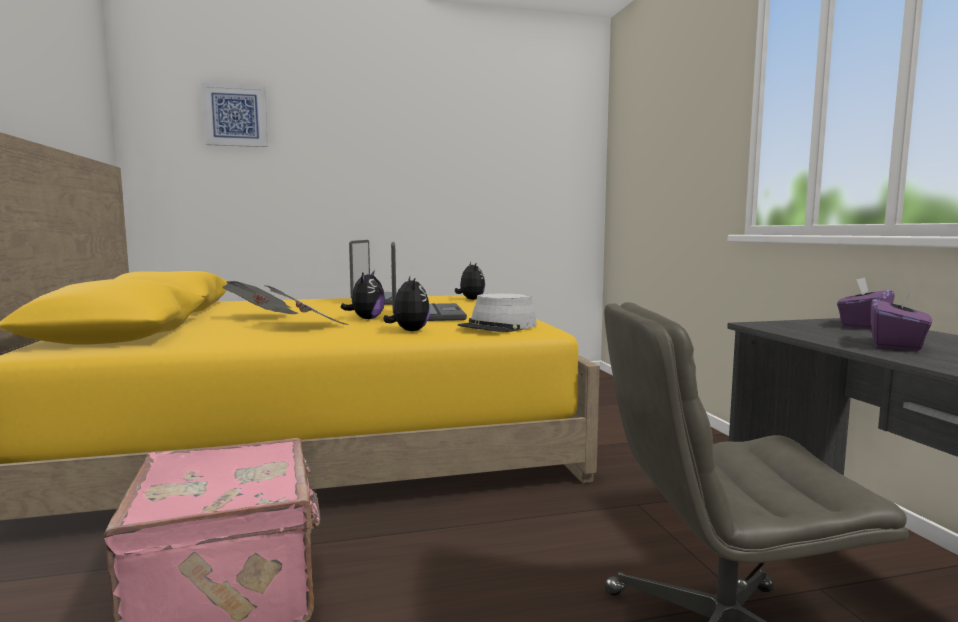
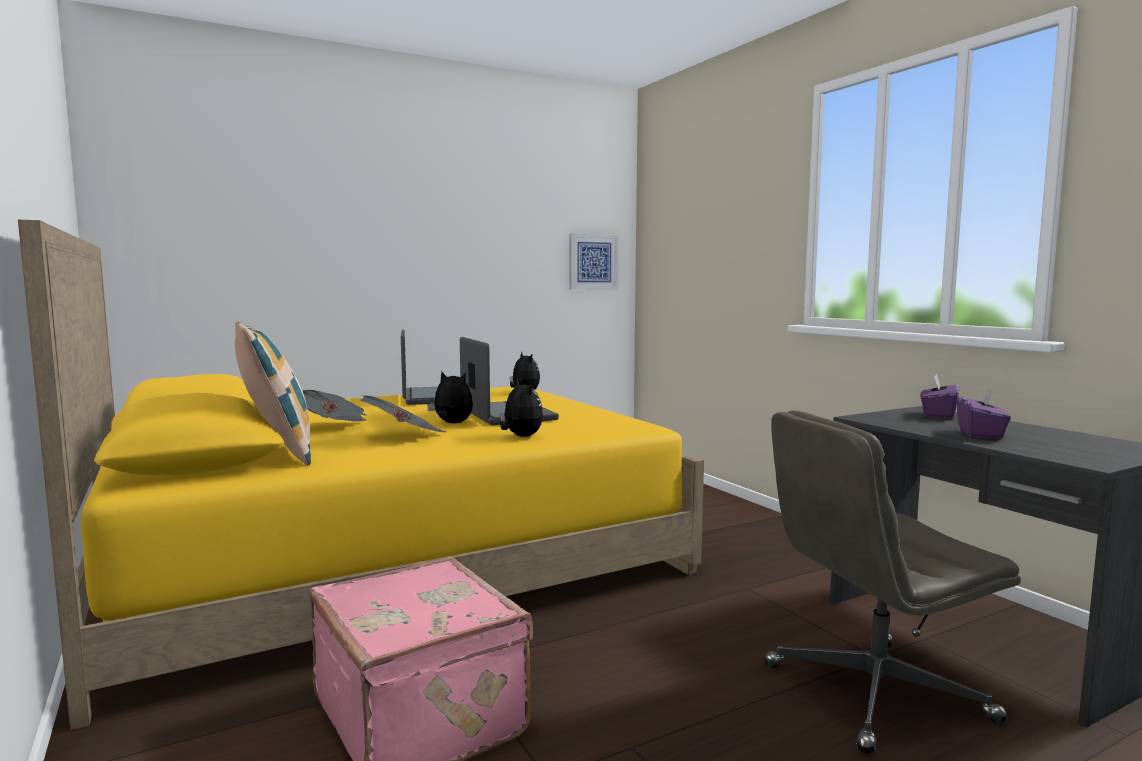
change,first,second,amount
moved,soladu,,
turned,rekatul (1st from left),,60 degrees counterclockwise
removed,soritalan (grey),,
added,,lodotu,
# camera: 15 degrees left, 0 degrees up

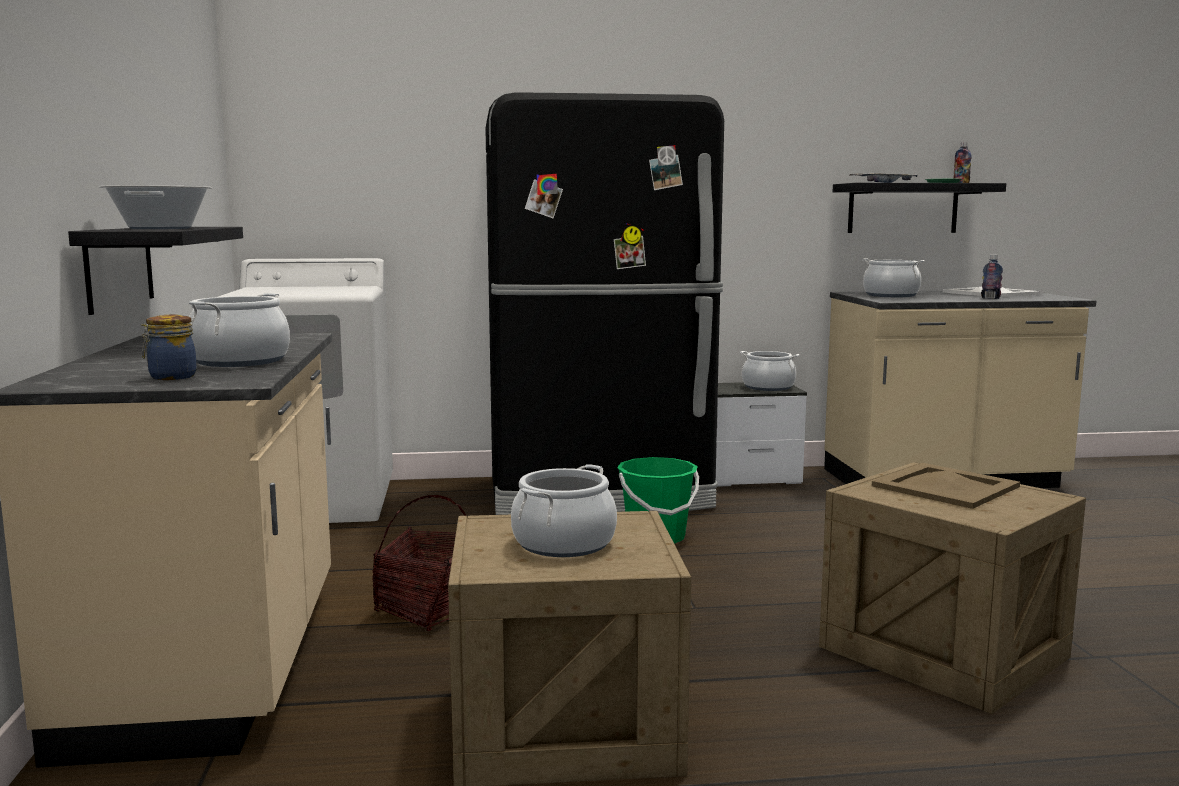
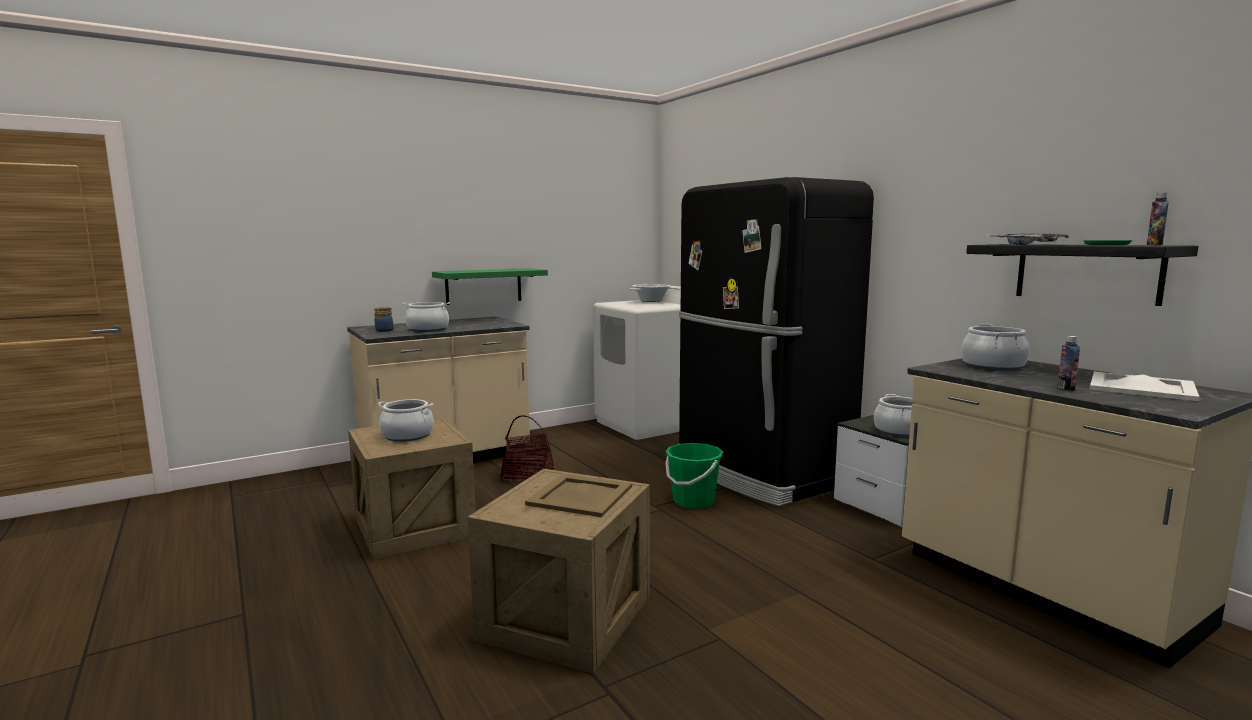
change,first,second,amount
recoloured,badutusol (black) (1st from left),badutusol (green),
moved,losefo (1st from left in the first image),losefo (3rd from left),
# camera: 65 degrees right, 0 degrees up

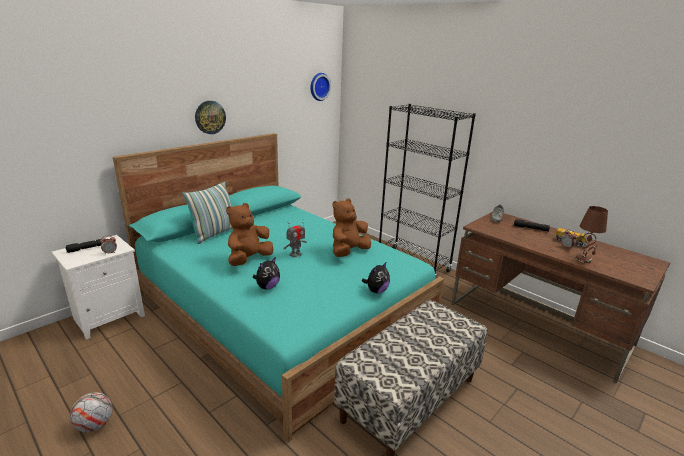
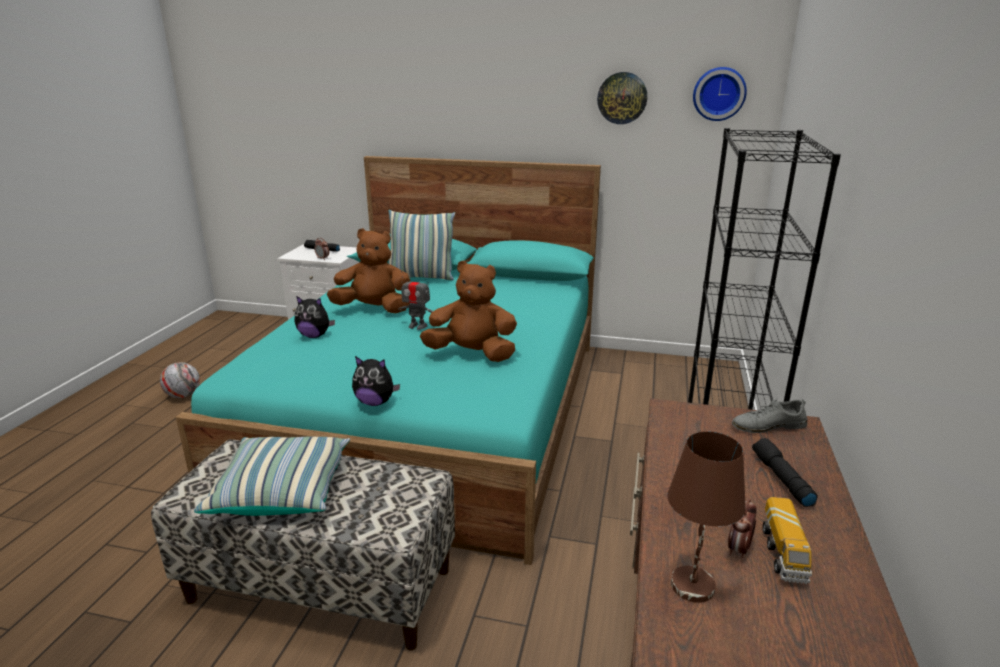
change,first,second,amount
moved,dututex (1st from left),,
added,,lodotu (1st from left),
# camera: 60 degrees right, 0 degrees up

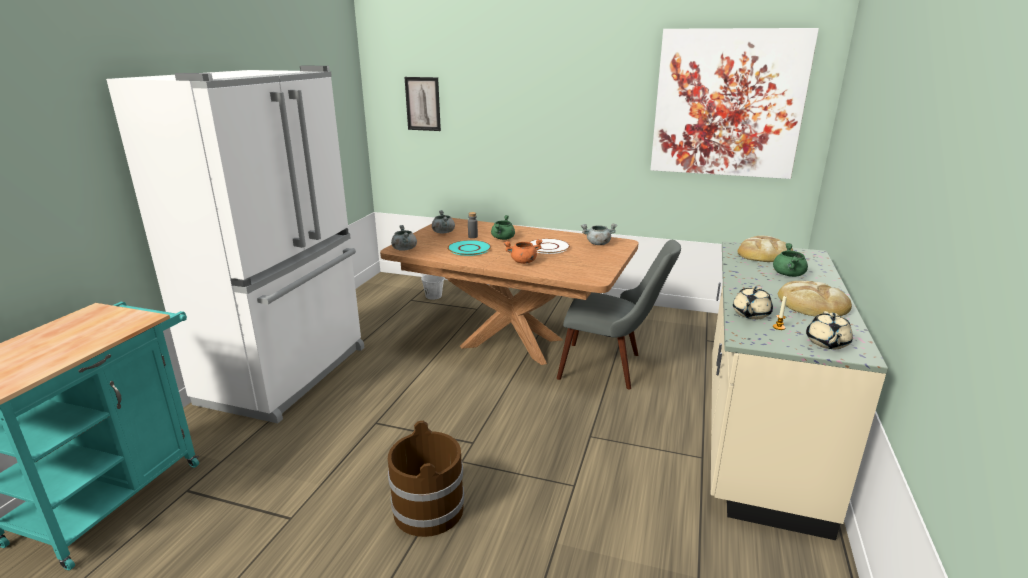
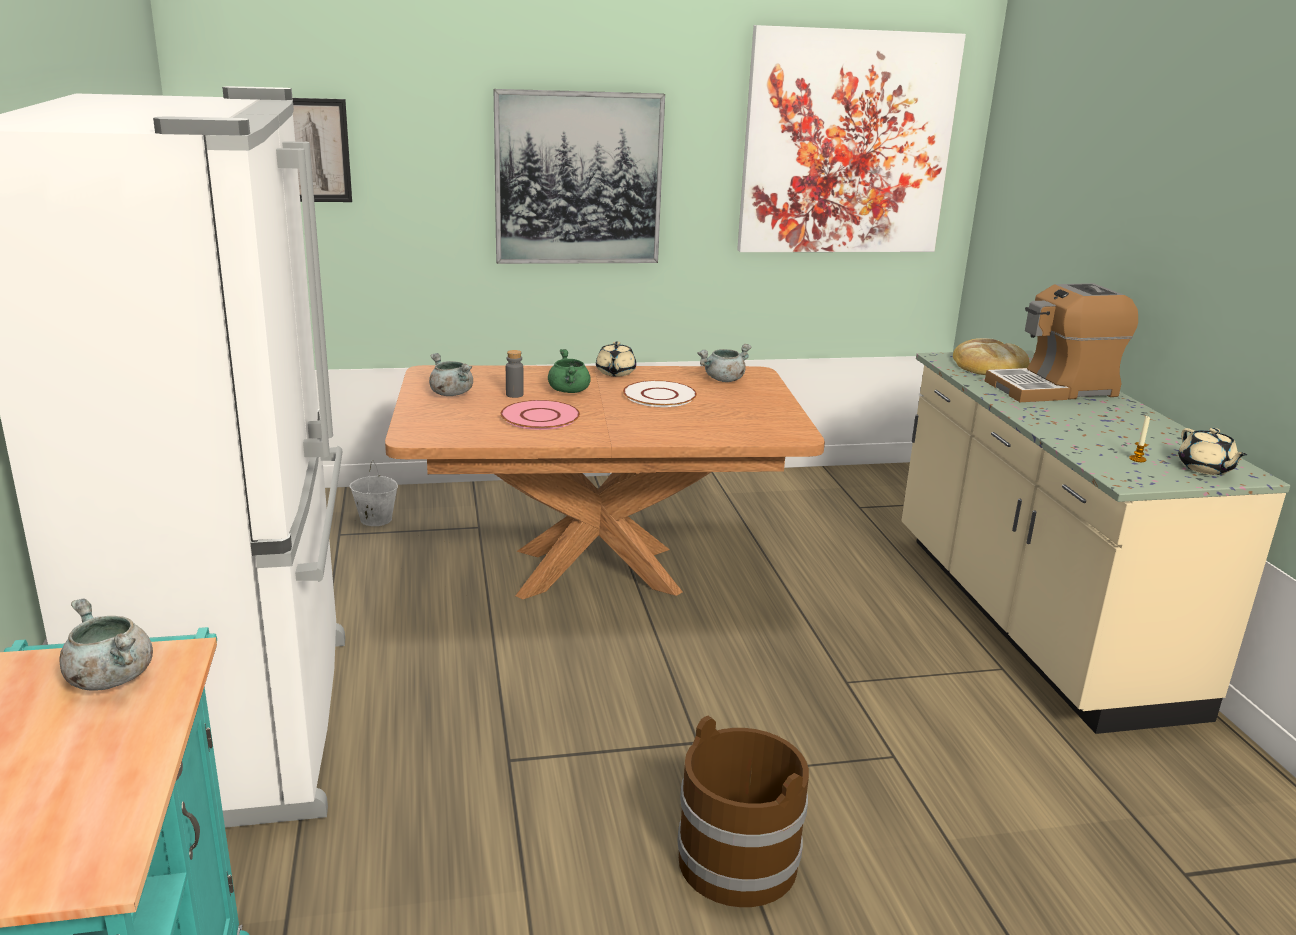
change,first,second,amount
moved,losefo (grey) (1st from left),,
recoloured,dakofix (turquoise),dakofix (pink),
removed,losefo (orange),,
removed,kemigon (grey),,
moved,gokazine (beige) (1st from left),,
replaced,losefo (green) (2nd from left),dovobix,
removed,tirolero (2nd from left),,
added,,soladu (2nd from left),
# camera: 30 degrees left, 0 degrees up

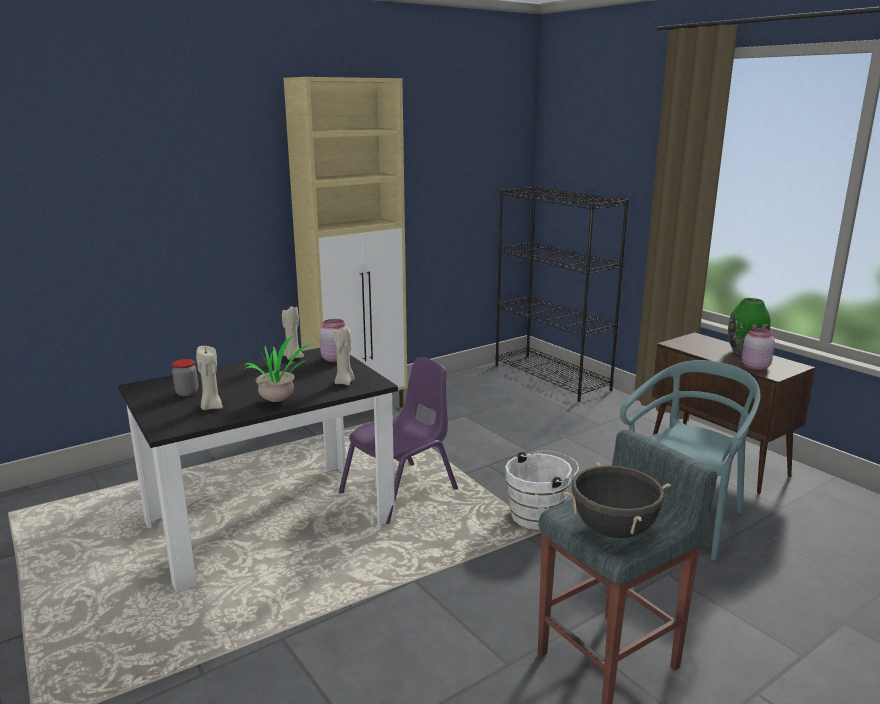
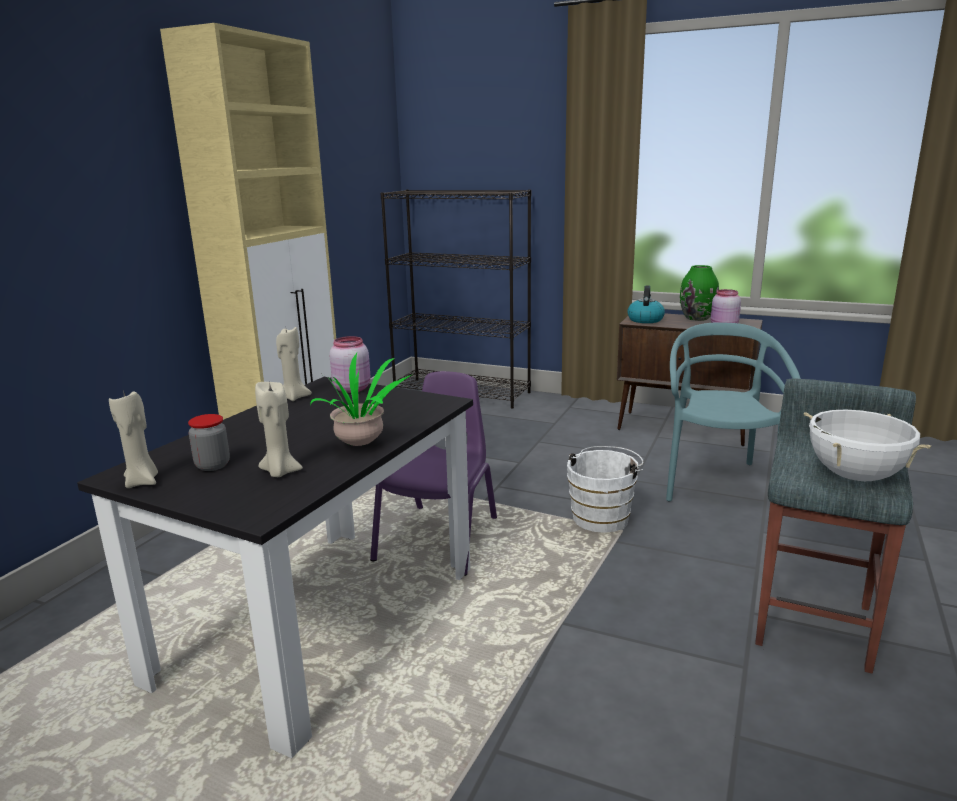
change,first,second,amount
moved,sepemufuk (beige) (3rd from left in the first image),sepemufuk (beige) (1st from left),
recoloured,losefo (black),losefo (white),
added,,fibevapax,
# camera: 30 degrees left, 0 degrees up

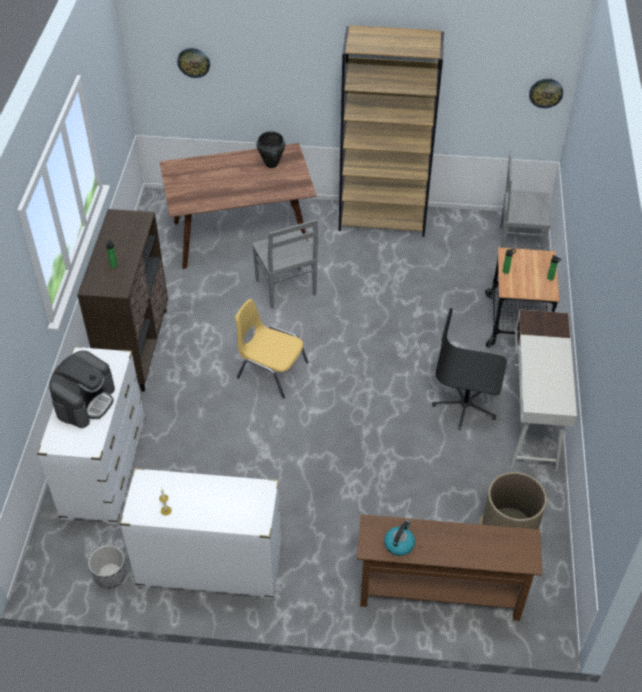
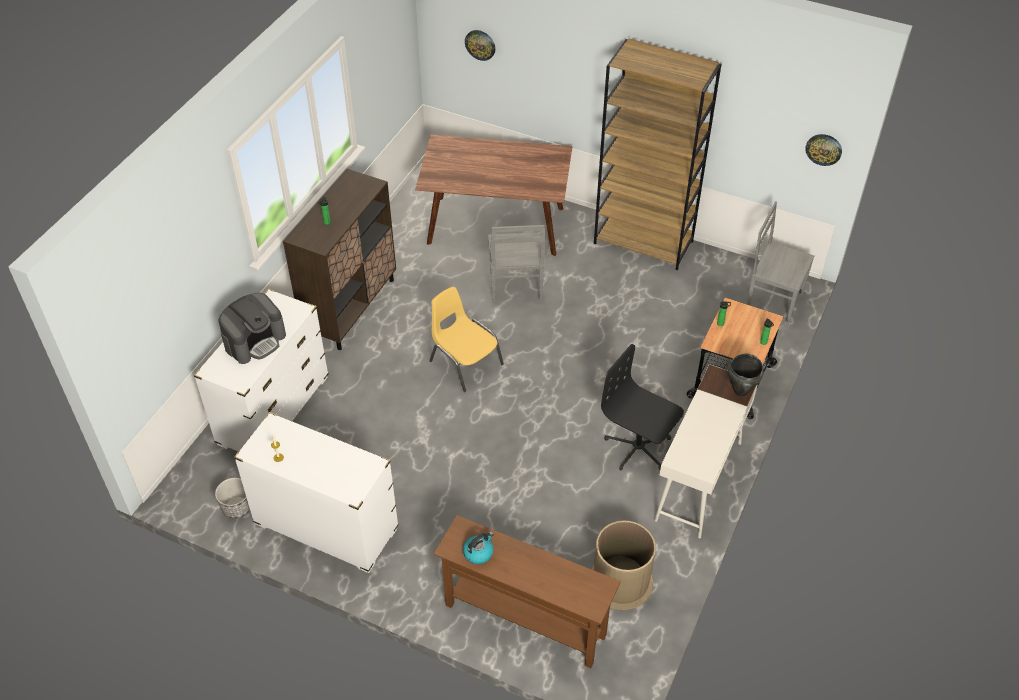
change,first,second,amount
moved,losefo (black),,
# camera: 20 degrees right, 0 degrees up

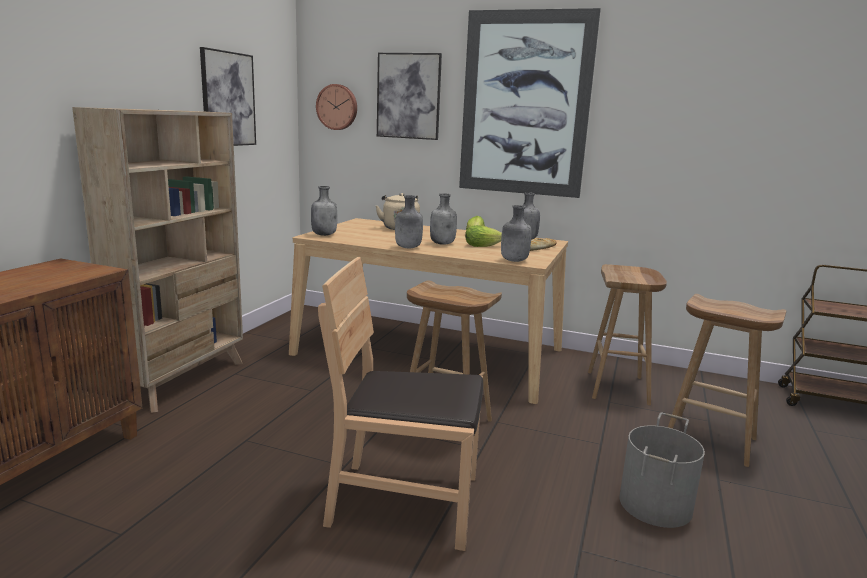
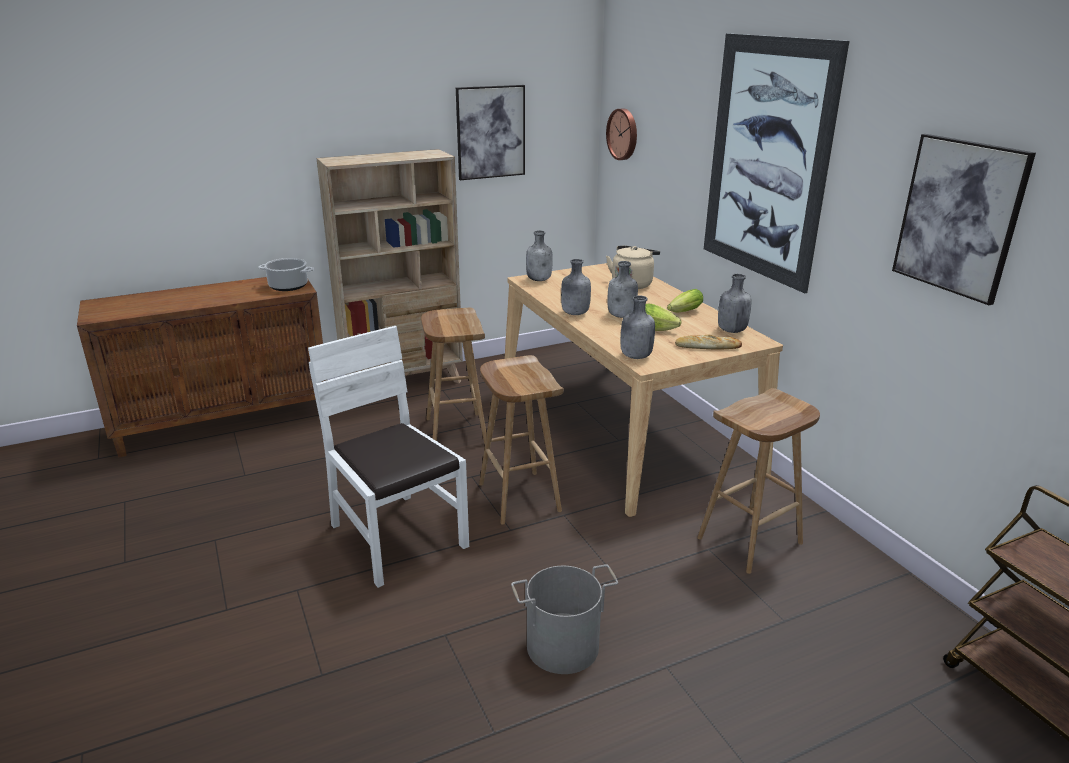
change,first,second,amount
recoloured,kemigon (brown),kemigon (white),
moved,soladu (2nd from left in the first image),soladu (3rd from left),
moved,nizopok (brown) (3rd from left in the first image),nizopok (brown) (1st from left),
added,,losefo,
# camera: 45 degrees right, 10 degrees up

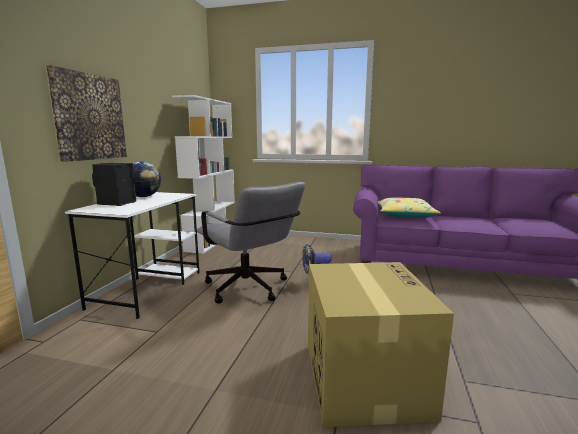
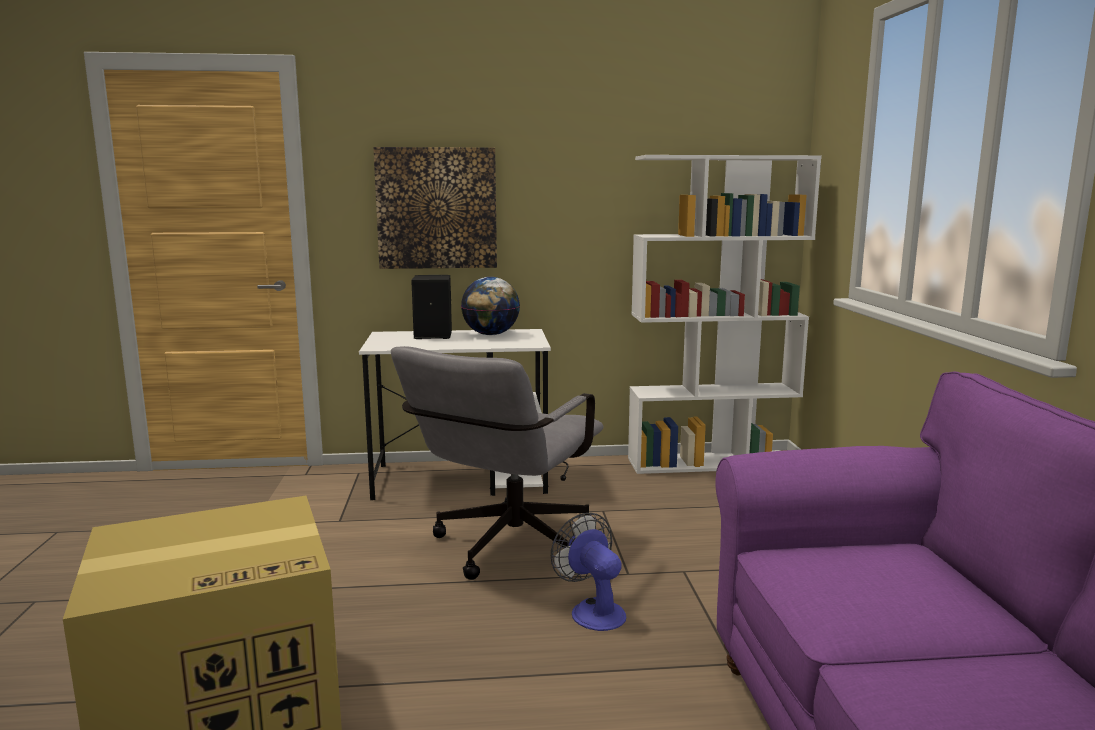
change,first,second,amount
removed,lodotu (yellow),,
# camera: 70 degrees right, 0 degrees up

